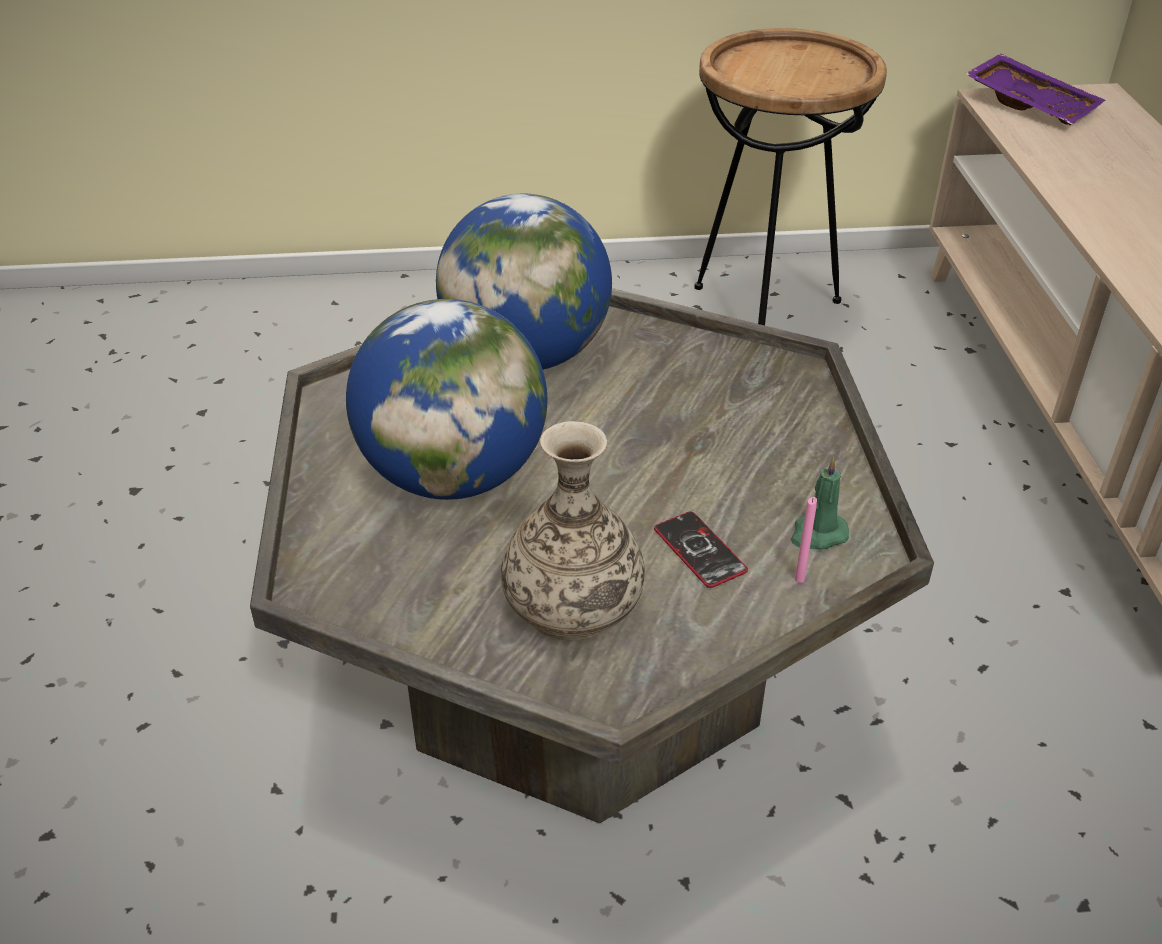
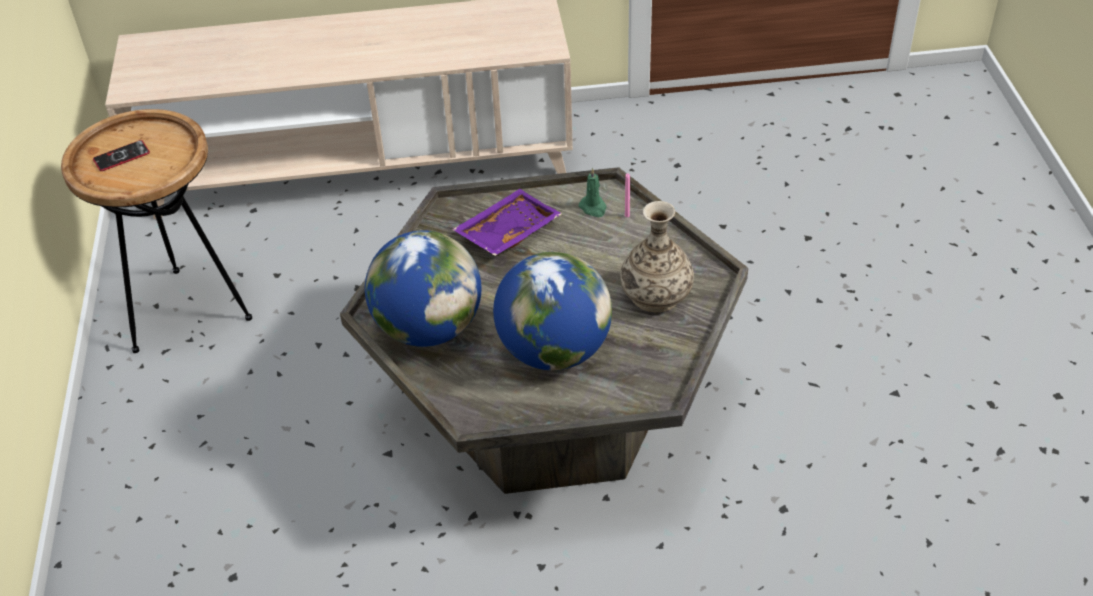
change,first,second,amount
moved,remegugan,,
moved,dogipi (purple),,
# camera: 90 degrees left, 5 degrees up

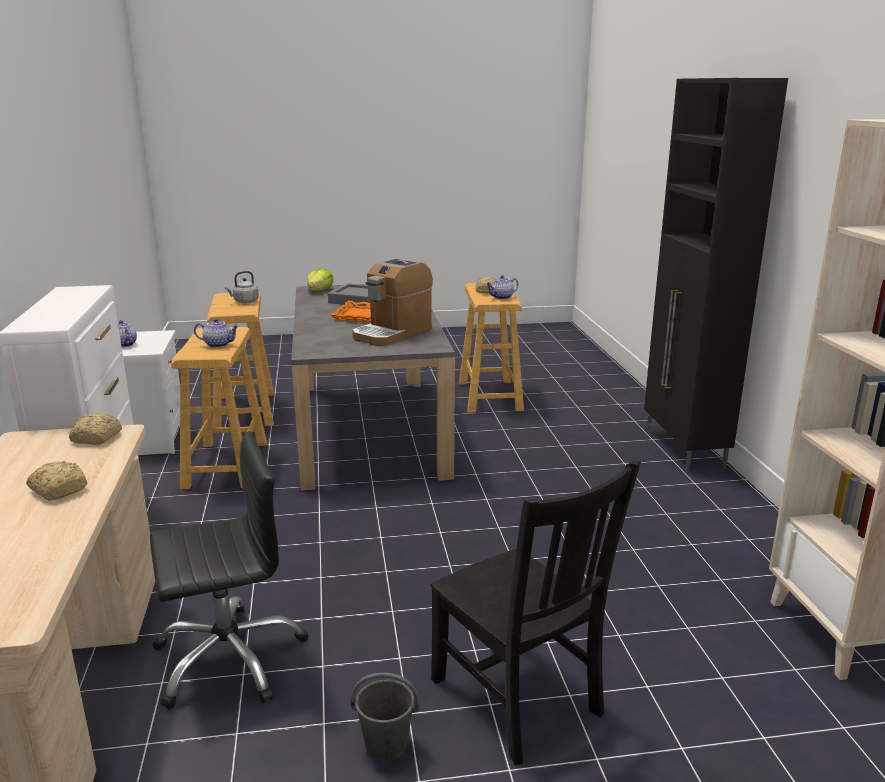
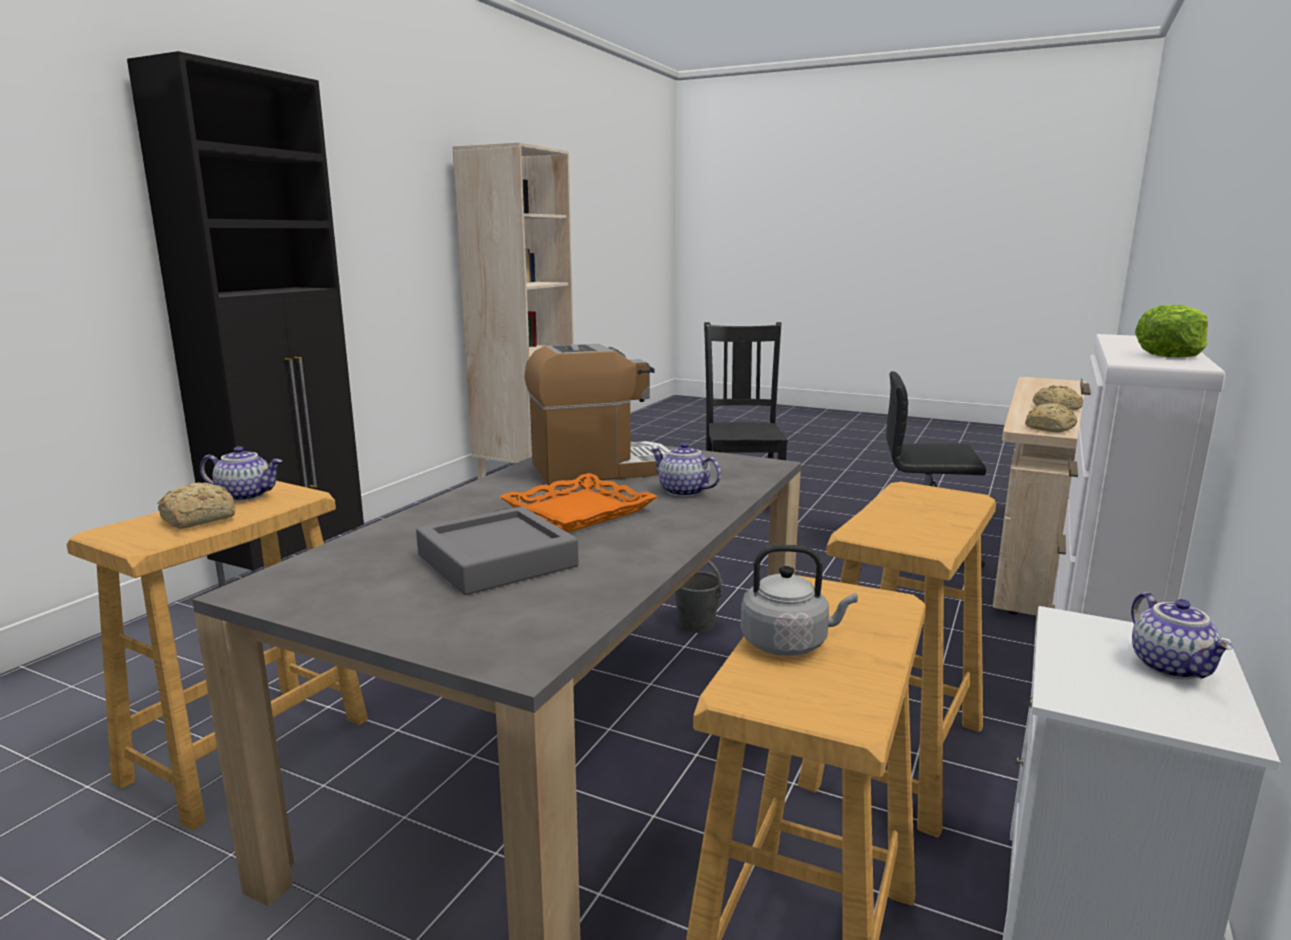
change,first,second,amount
moved,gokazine (2nd from left),,
moved,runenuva,,
moved,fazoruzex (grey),,
# camera: 145 degrees left, 5 degrees down

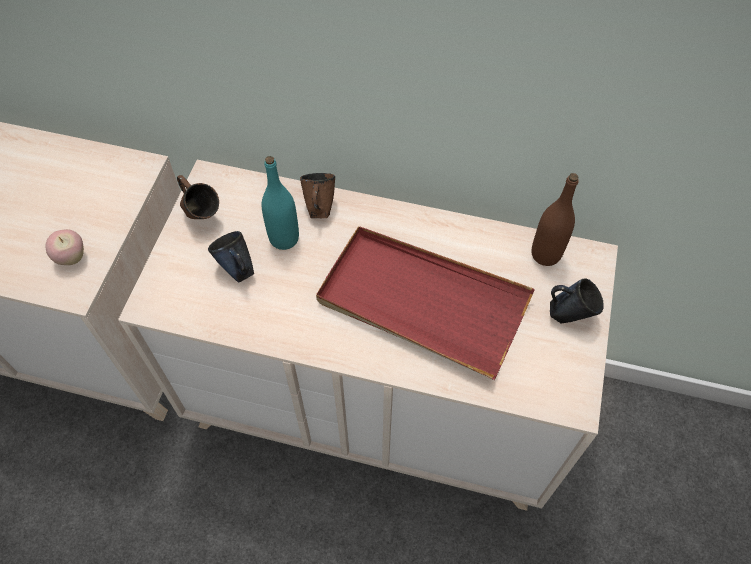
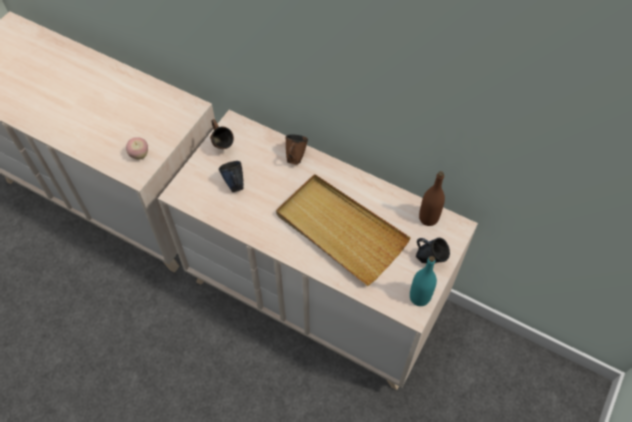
change,first,second,amount
moved,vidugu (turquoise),,
recoloured,dogipi (red),dogipi (beige),
# camera: 15 degrees right, 0 degrees up

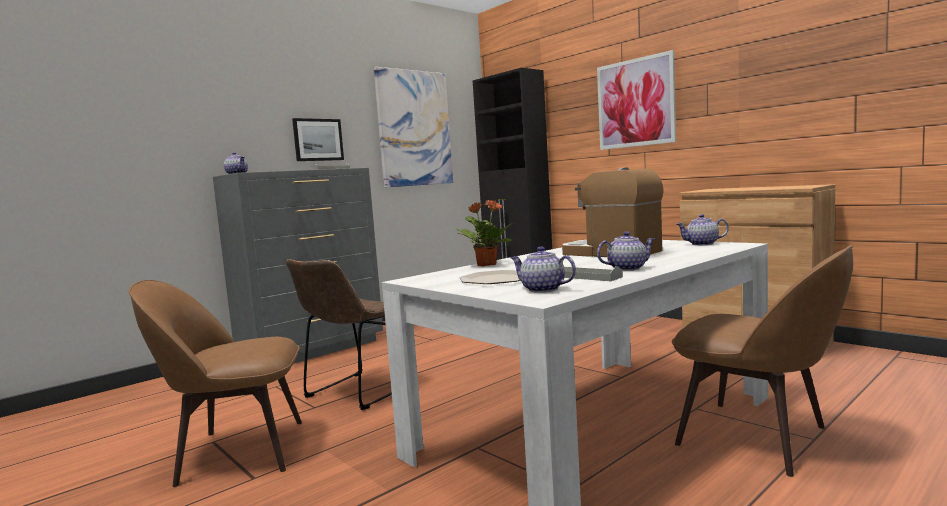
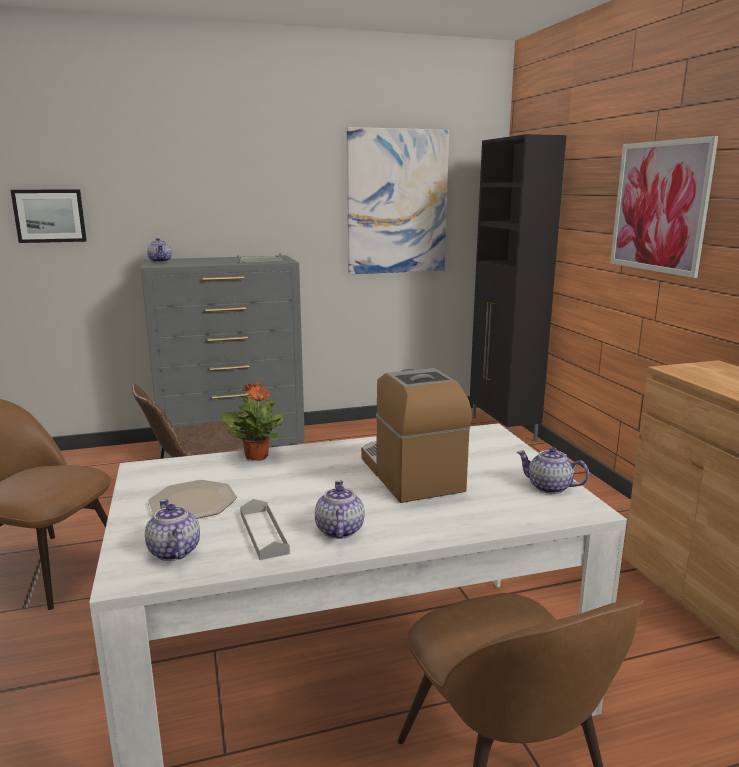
change,first,second,amount
moved,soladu (1st from left),,
turned,gokazine (3rd from left),,105 degrees counterclockwise
# camera: 25 degrees right, 10 degrees up

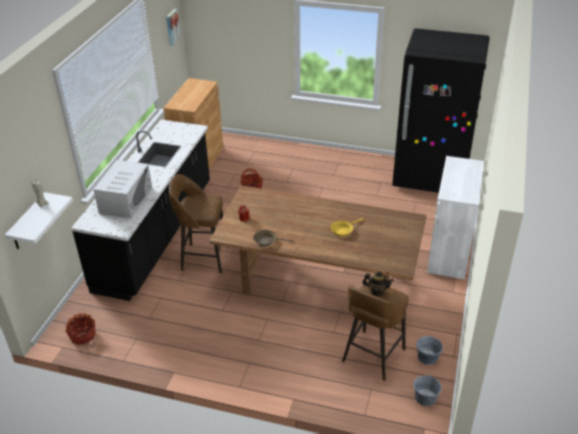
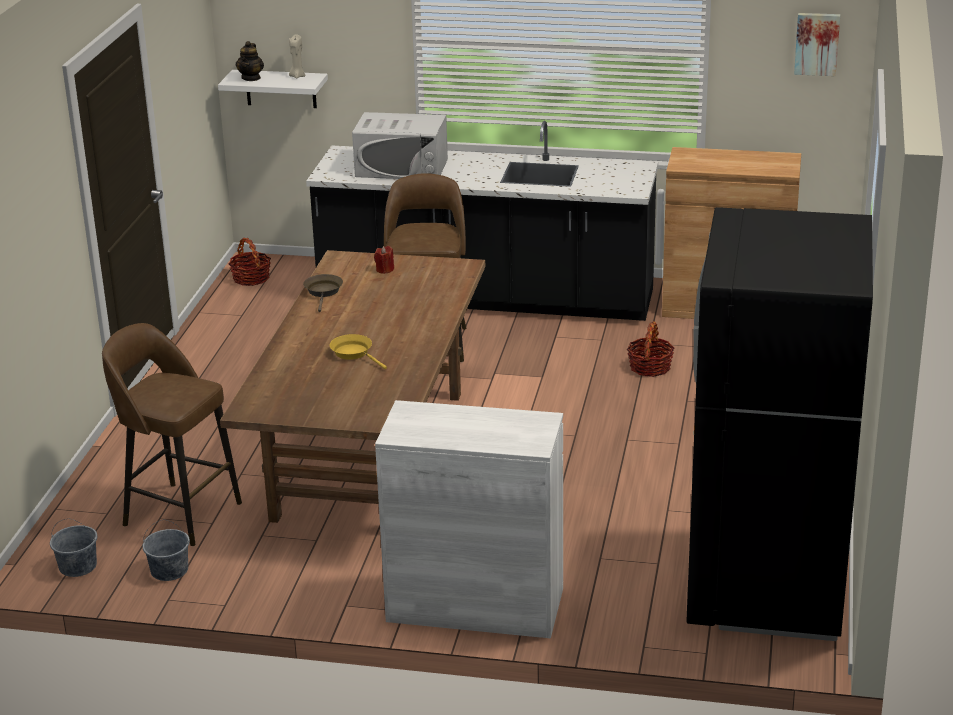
change,first,second,amount
moved,gokazine,,
# camera: 85 degrees right, 10 degrees down

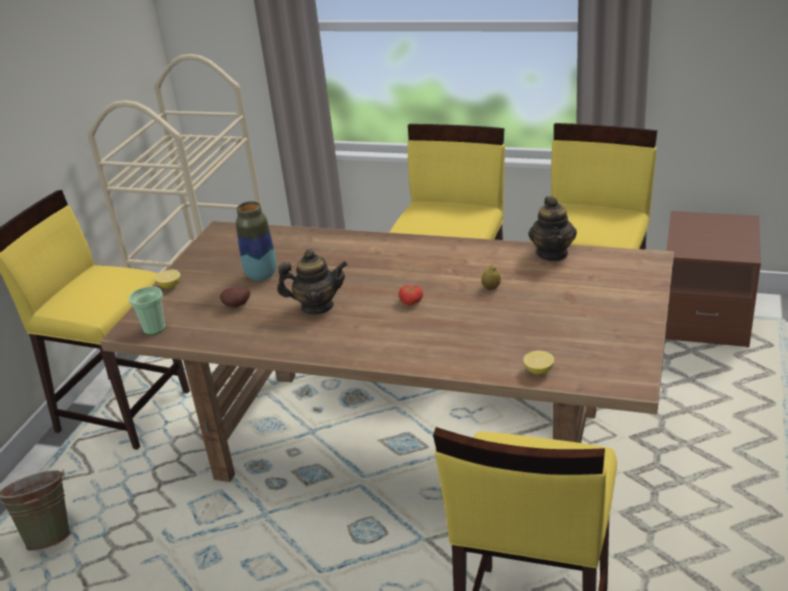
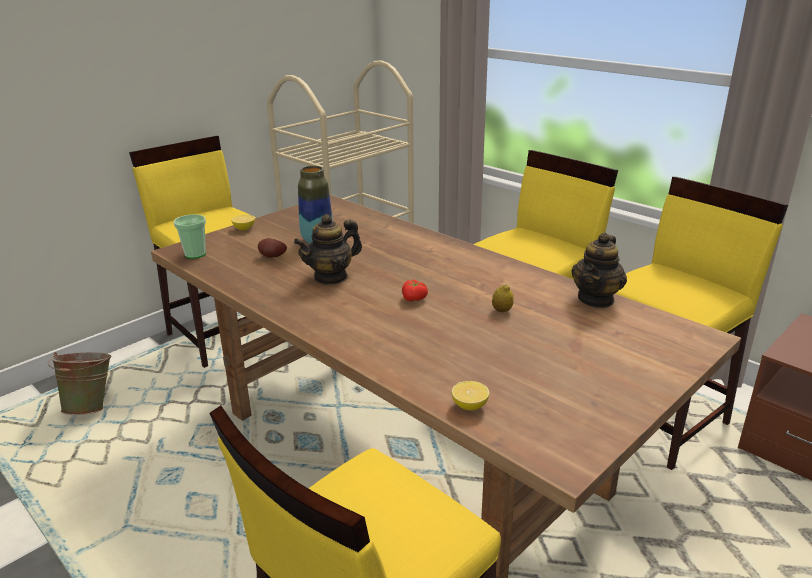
change,first,second,amount
turned,gokazine (1st from left),,120 degrees clockwise
# camera: 25 degrees right, 5 degrees down

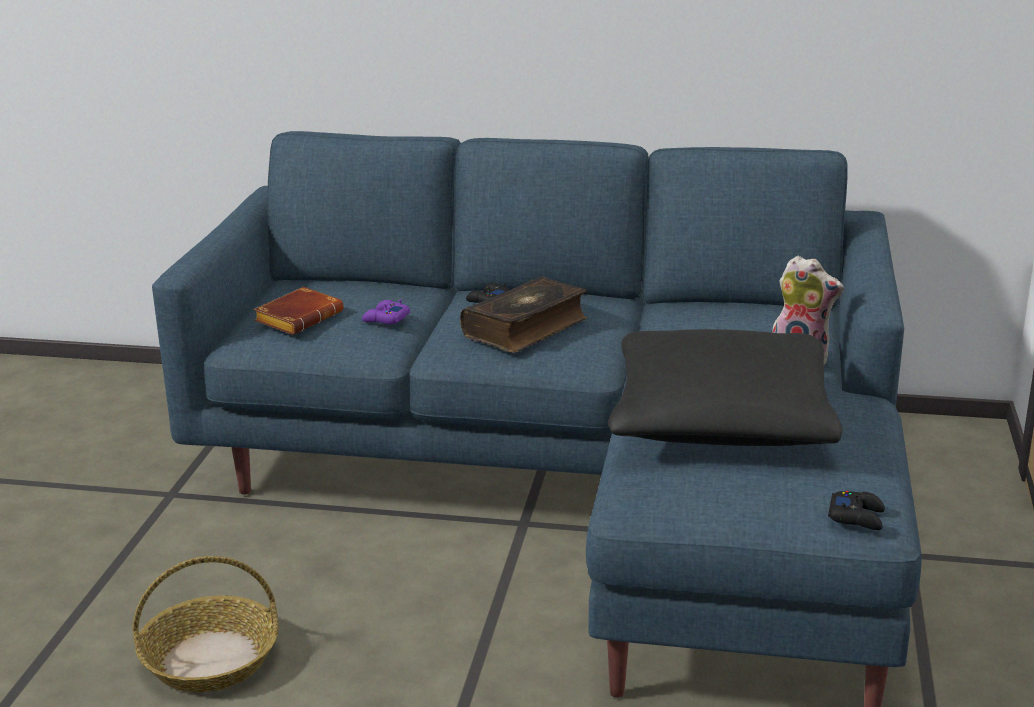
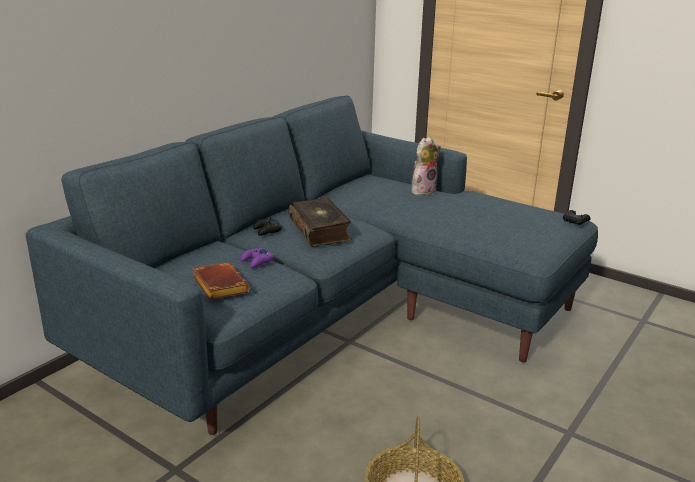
change,first,second,amount
removed,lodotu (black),,
# camera: 65 degrees left, 0 degrees up

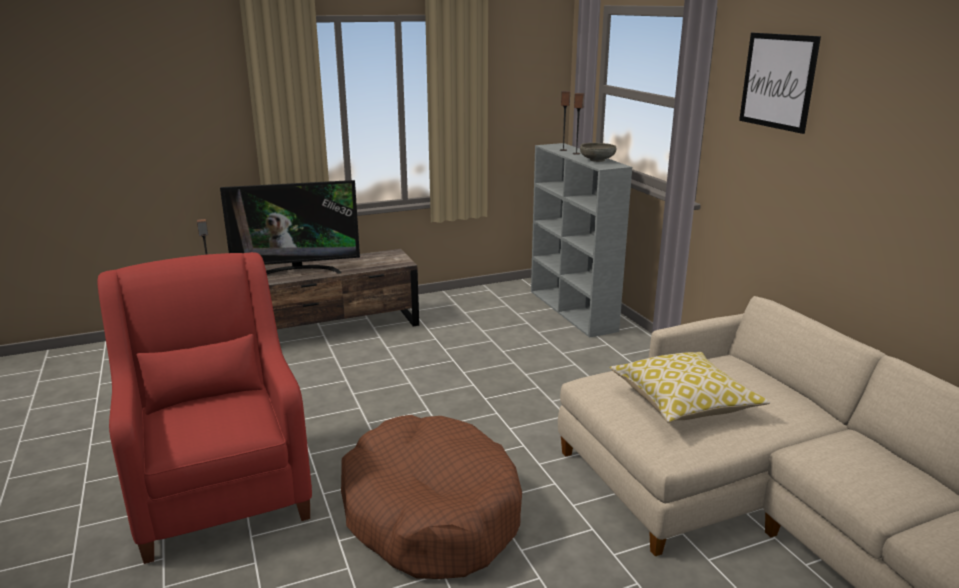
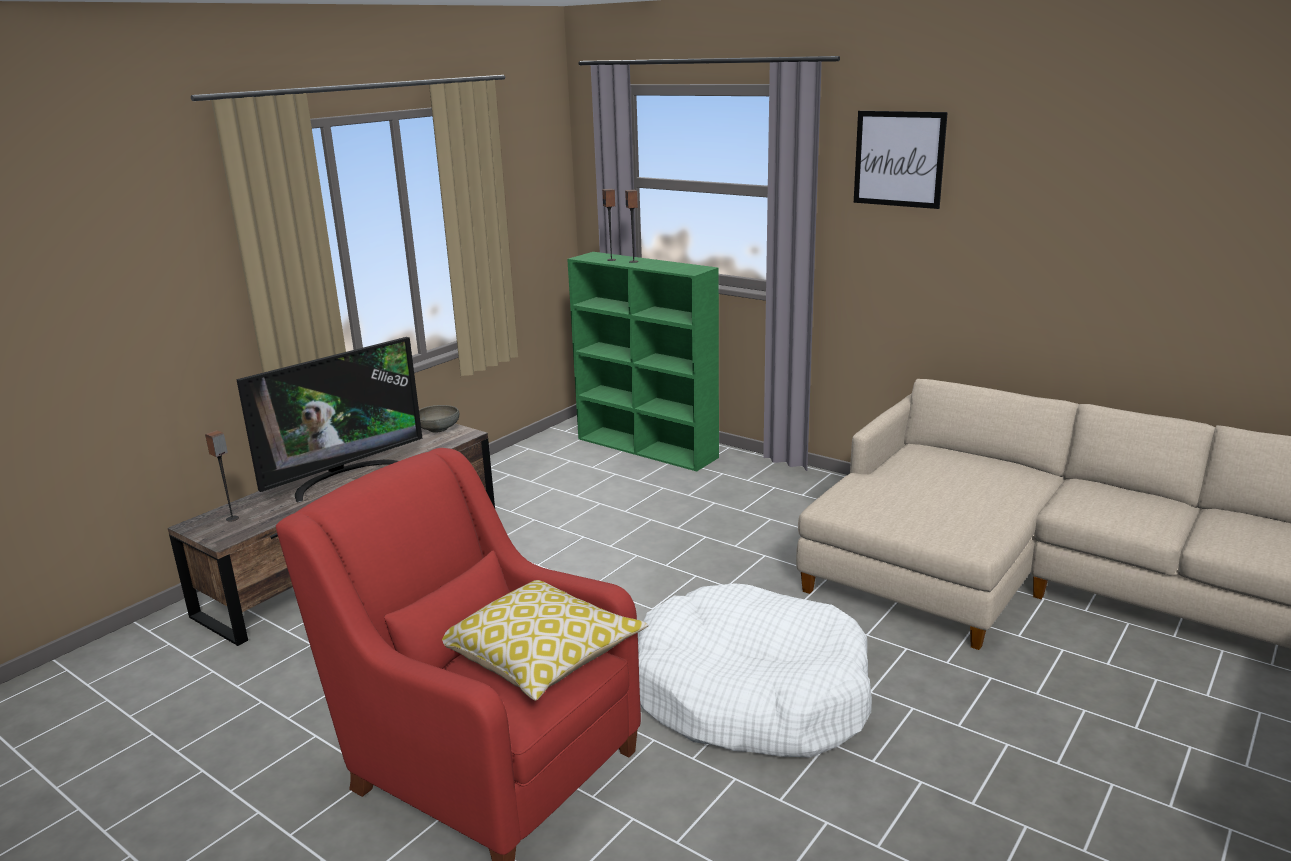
change,first,second,amount
recoloured,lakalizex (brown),lakalizex (white),
recoloured,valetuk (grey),valetuk (green),
moved,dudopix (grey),,
moved,lodotu,,
# camera: 30 degrees left, 0 degrees up

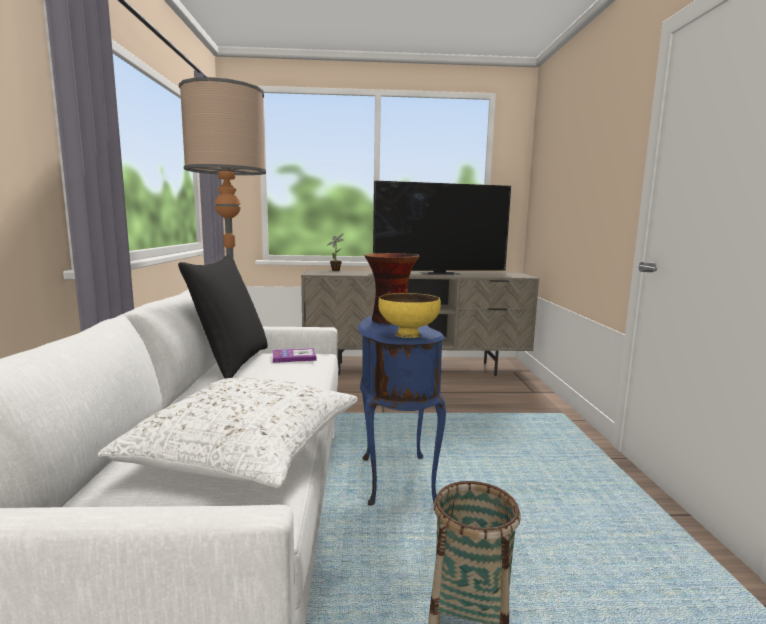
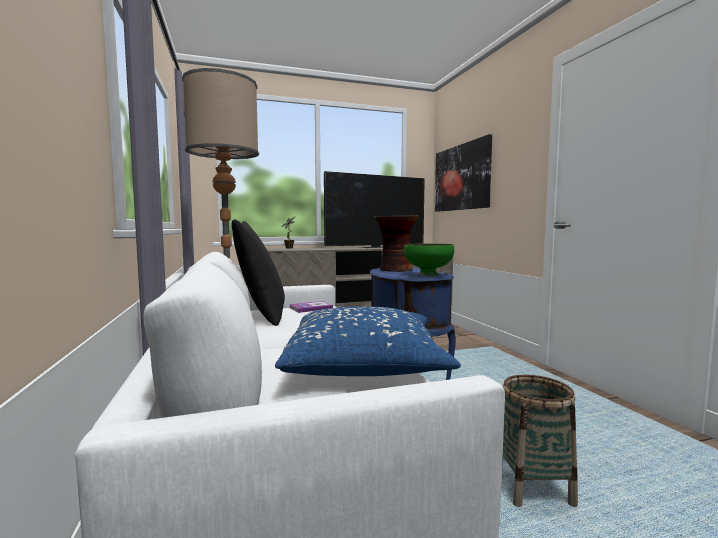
change,first,second,amount
recoloured,lodotu (white),lodotu (blue),
recoloured,dudopix (yellow),dudopix (green),
added,,soladu,
# camera: 15 degrees left, 5 degrees down

